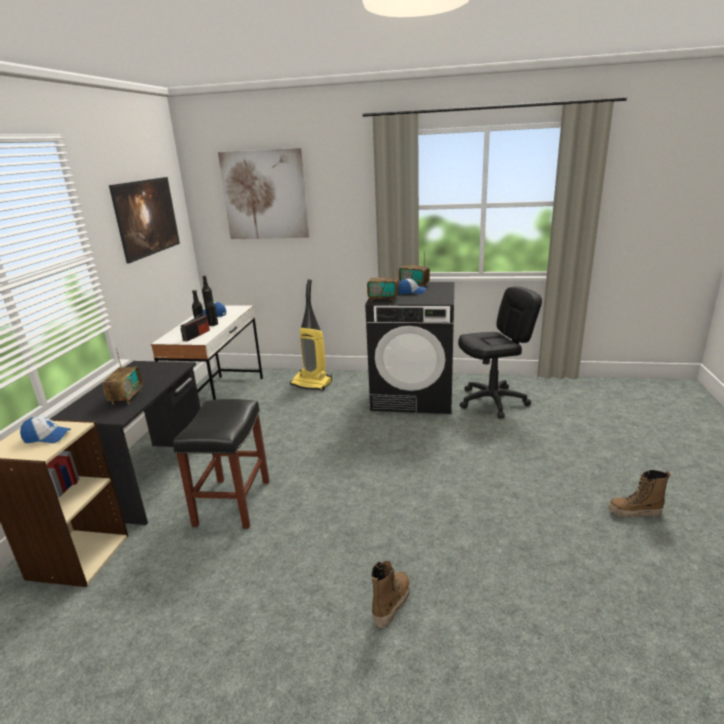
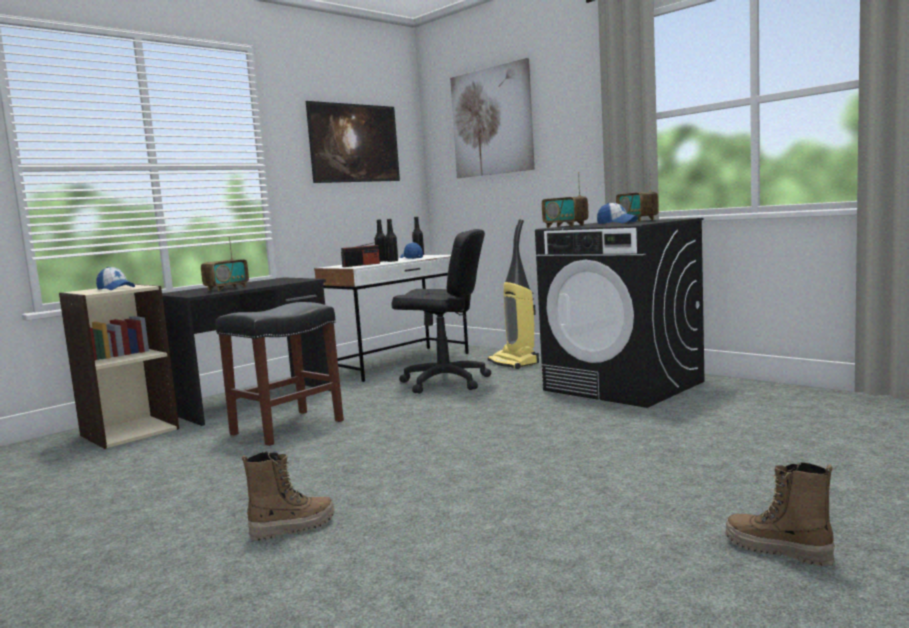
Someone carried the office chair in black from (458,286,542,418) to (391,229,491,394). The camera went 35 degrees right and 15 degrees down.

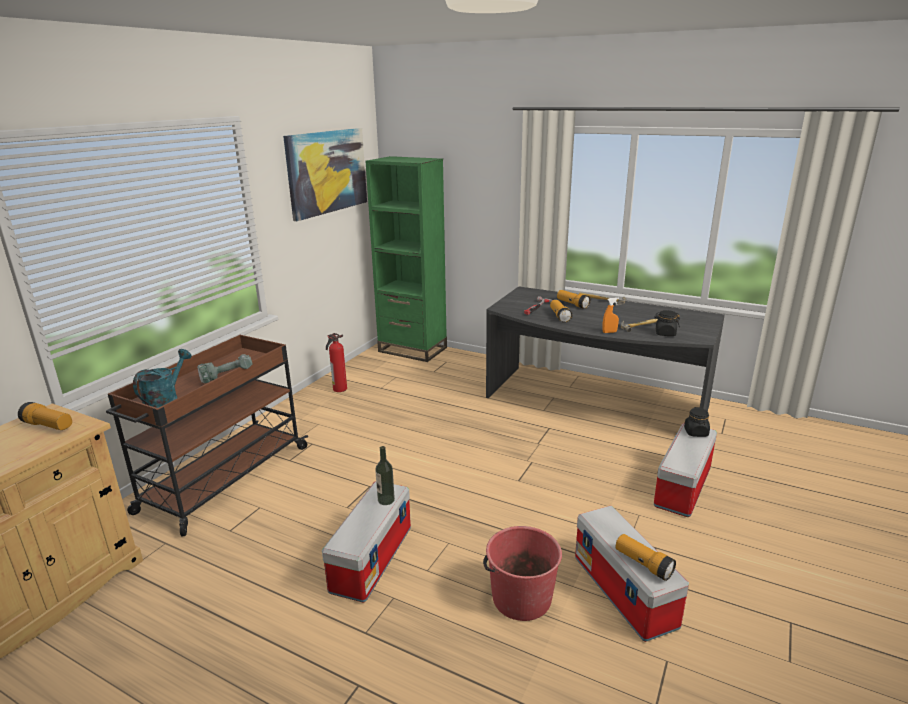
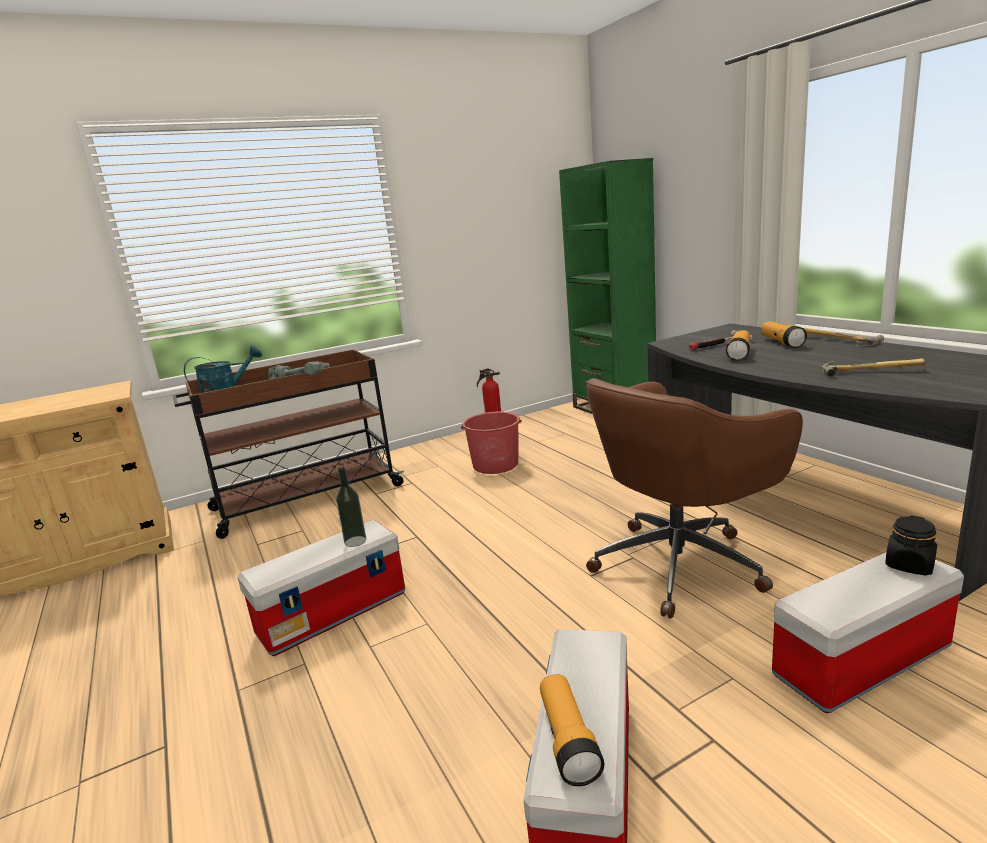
Someone took away the flashlight at (18,402,72,430). Someone took away the wall art at (283,128,367,221). Someone carried the bucket in red from (483,526,562,621) to (461,412,522,474). Someone took away the sprayer in orangey at (602,297,619,333). Someone took away the storage jar in black at (654,310,680,336). Someone put down the office chair in brown at (586,378,803,619). The camera went 35 degrees right and 5 degrees down.

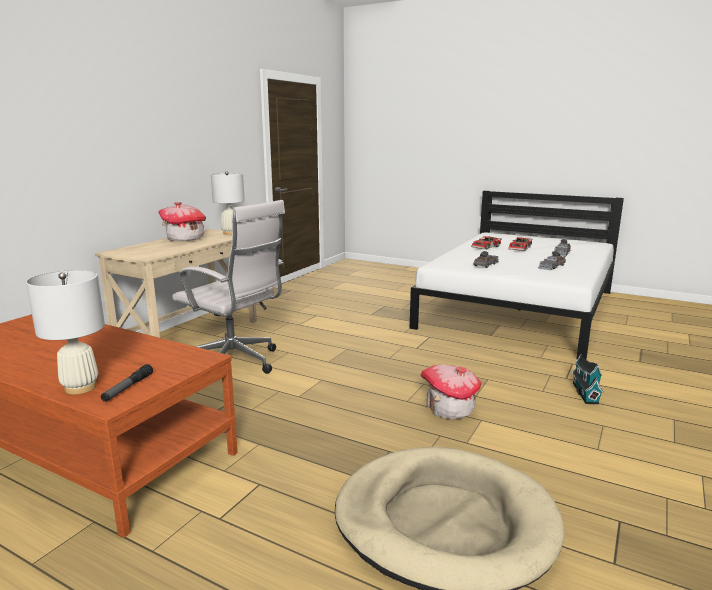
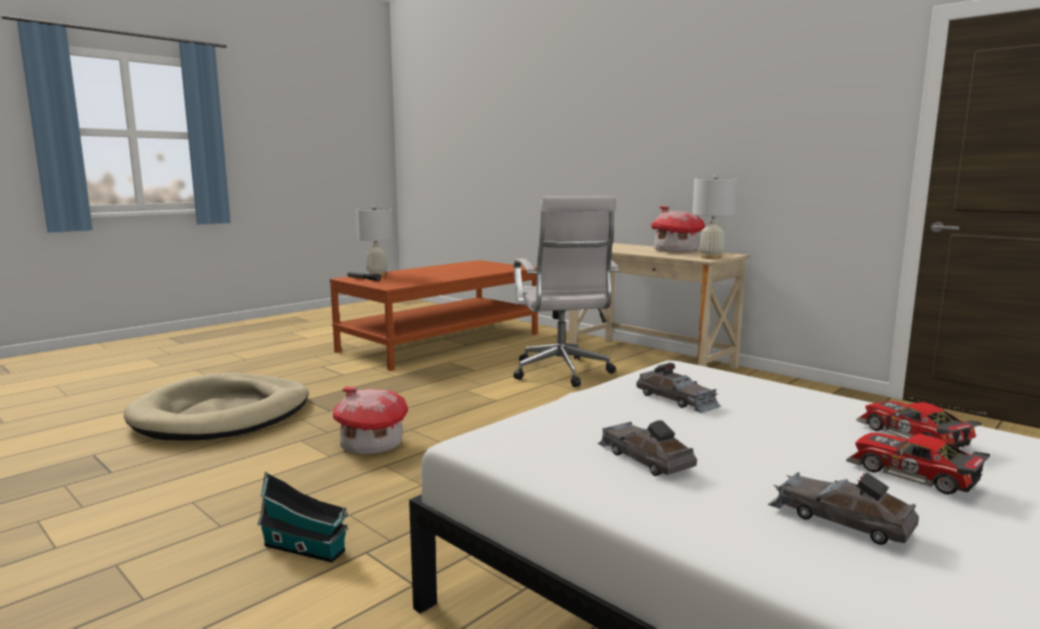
Someone rotated the office chair in white at (172,200,285,374) by 60 degrees counterclockwise. The camera went 105 degrees right and 5 degrees down.

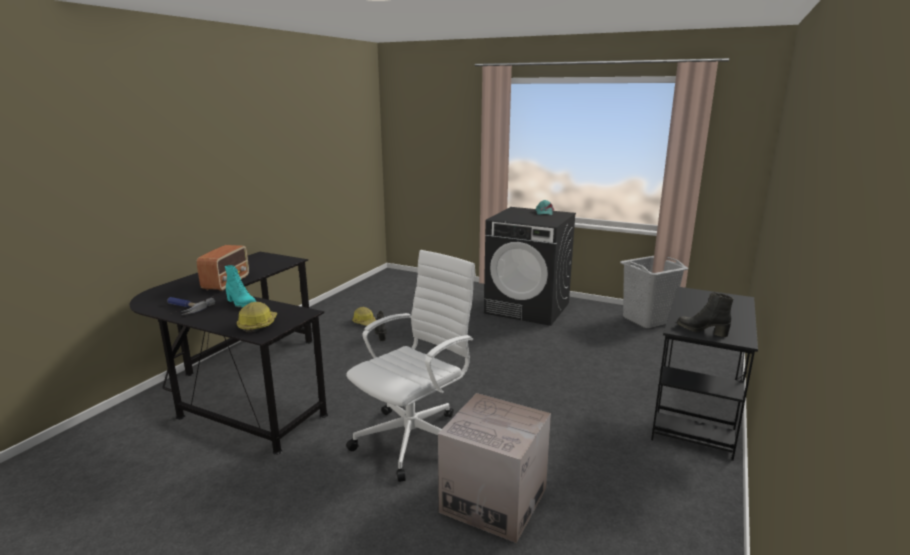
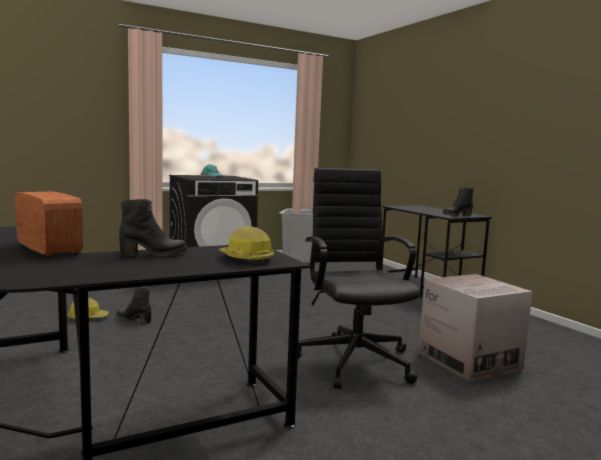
Someone took away the tool hammer at (167,297,215,315). Someone repainted the high-top boot in turquoise-coloured at (225,265,256,308), which became the high-top boot in black at (119,199,187,257). Someone repainted the office chair in white at (346,250,476,482), which became the office chair in black at (298,168,421,389). The camera went 55 degrees left and 10 degrees down.

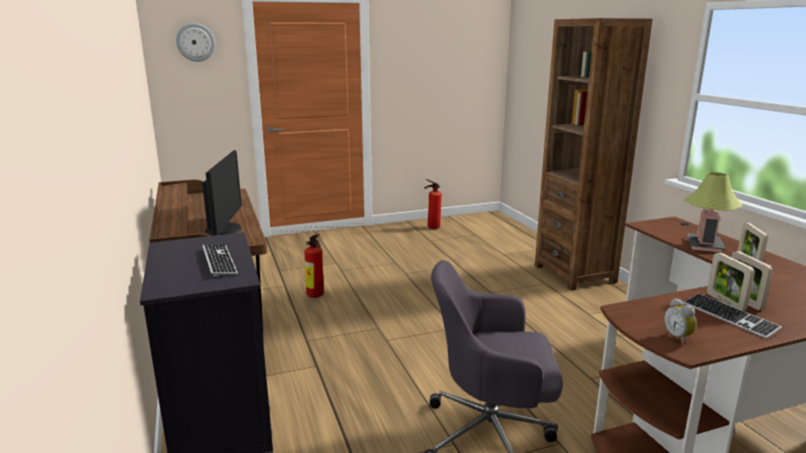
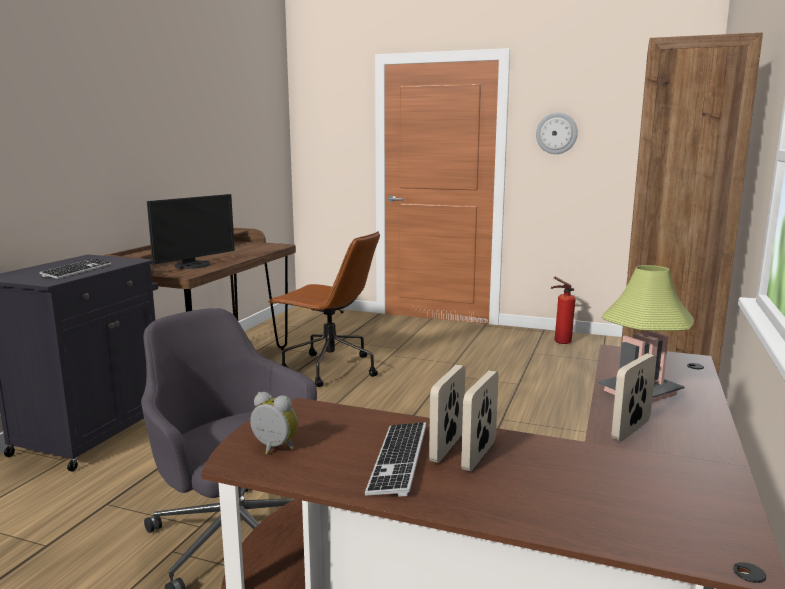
Someone carried the hanging clock from (176,23,215,62) to (536,113,578,154). Someone swapped the fire-fighting cylinder at (305,234,324,298) for the office chair in brown at (269,231,380,387). Someone rotated the table clock at (664,298,696,344) by 90 degrees clockwise. The camera went 40 degrees right and 5 degrees down.

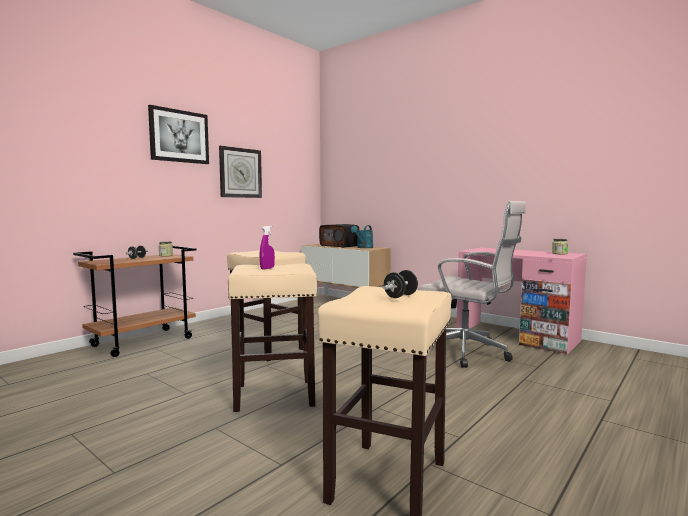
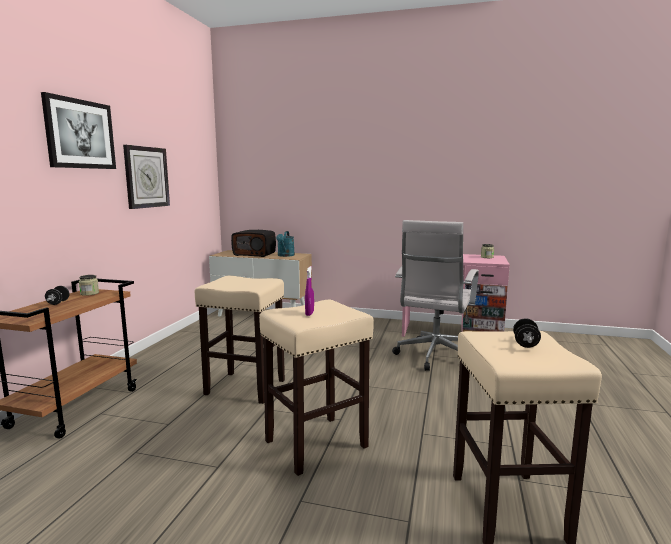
Someone rotated the office chair in white at (419,201,526,368) by 105 degrees clockwise. The camera went 25 degrees left and 5 degrees up.

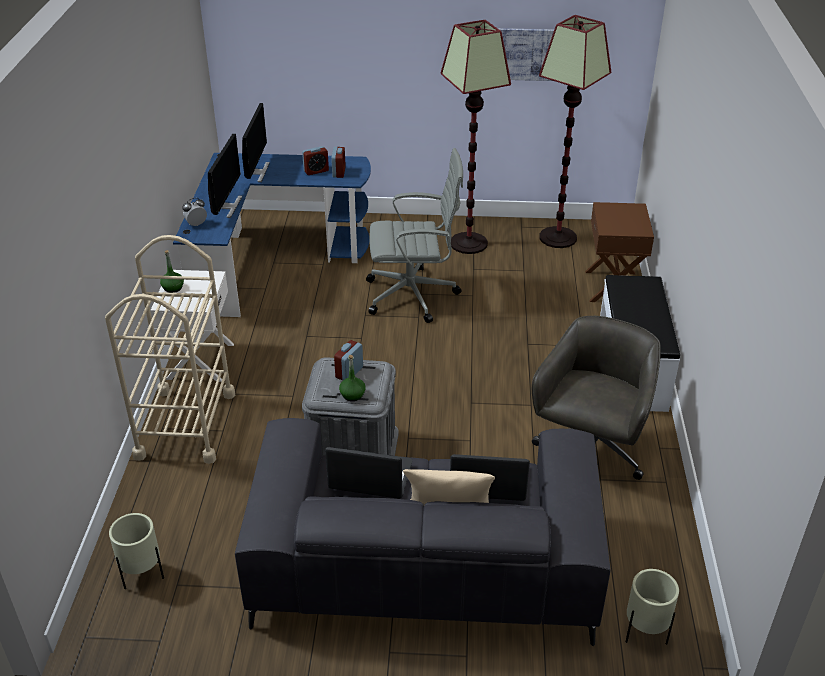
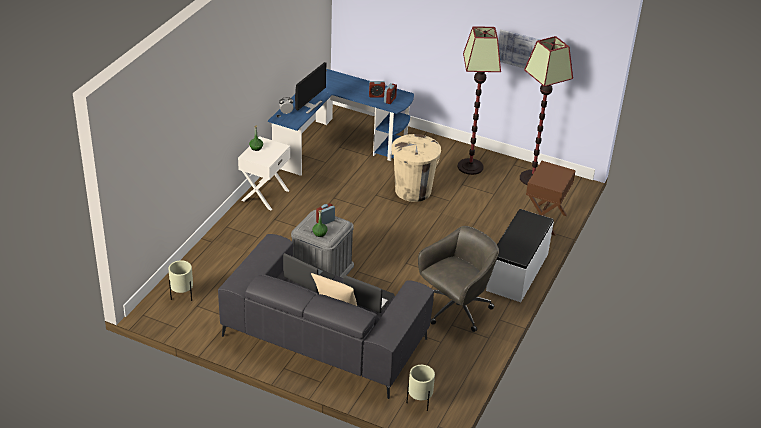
Someone took away the cart in beige at (105,235,235,464). Someone took away the monitor at (242,103,270,182). Someone swapped the office chair in gray at (366,148,463,323) for the trash can in beige at (391,134,441,202). The camera went 20 degrees right and 0 degrees up.

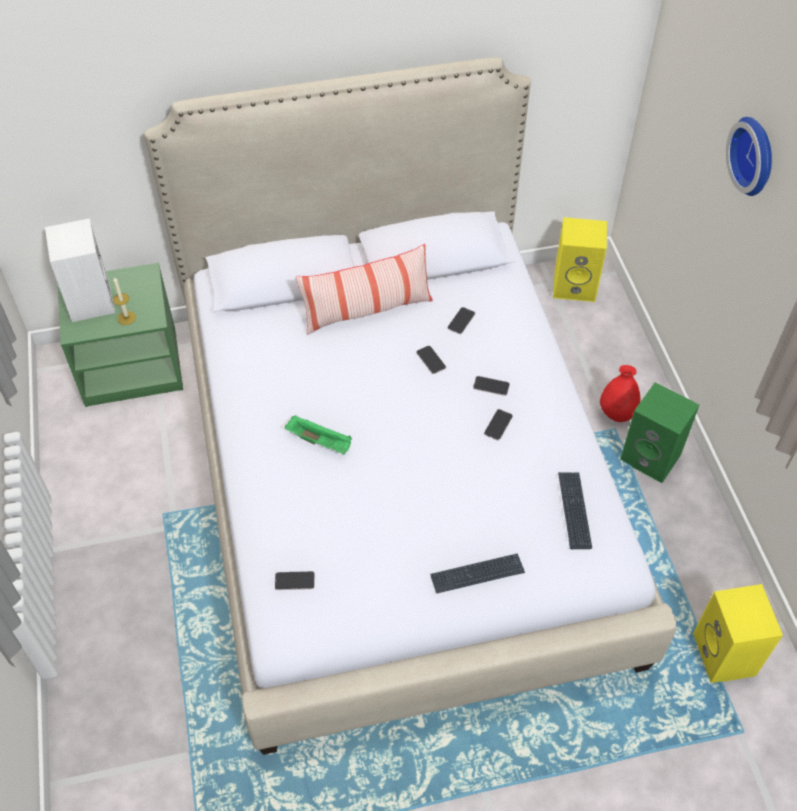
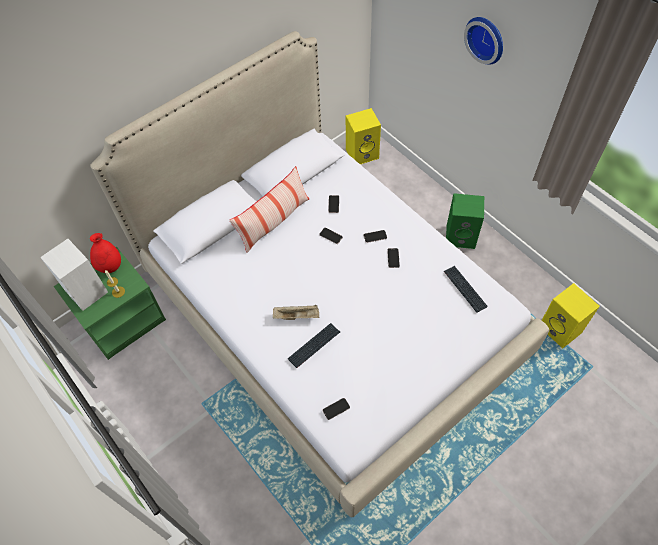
Someone repainted the carrying tray in green-coloured at (285,415,352,455), which became the carrying tray in beige at (273,304,319,320). Someone carried the computer keyboard from (430,553,525,594) to (288,323,340,368). Someone carried the vase in red from (600,365,640,422) to (90,233,121,273). The camera went 25 degrees left and 5 degrees up.

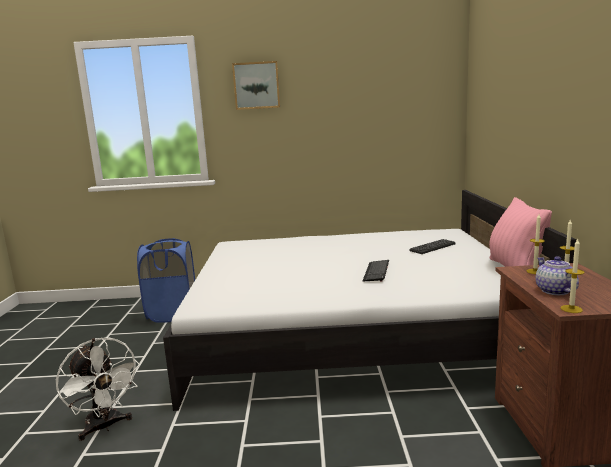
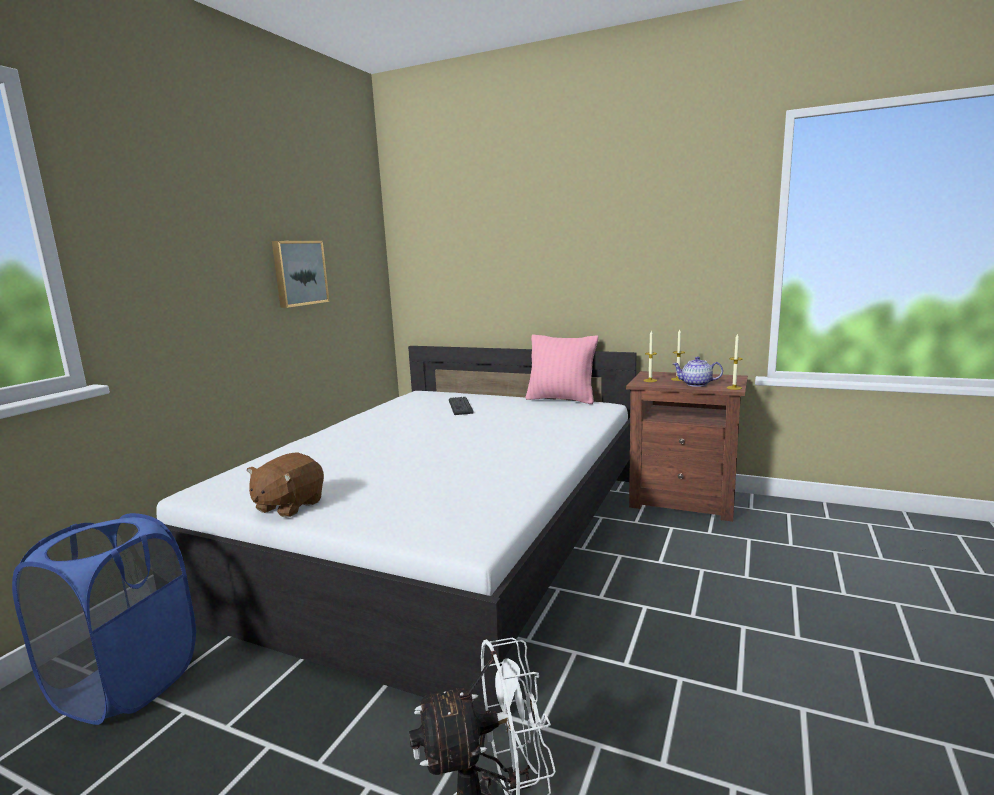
Someone carried the wall art from (232,61,280,110) to (272,241,329,308). Someone took away the computer keyboard at (362,260,389,282). Someone put down the cuddly toy in brown at (247,452,324,518). The camera went 65 degrees left and 0 degrees up.

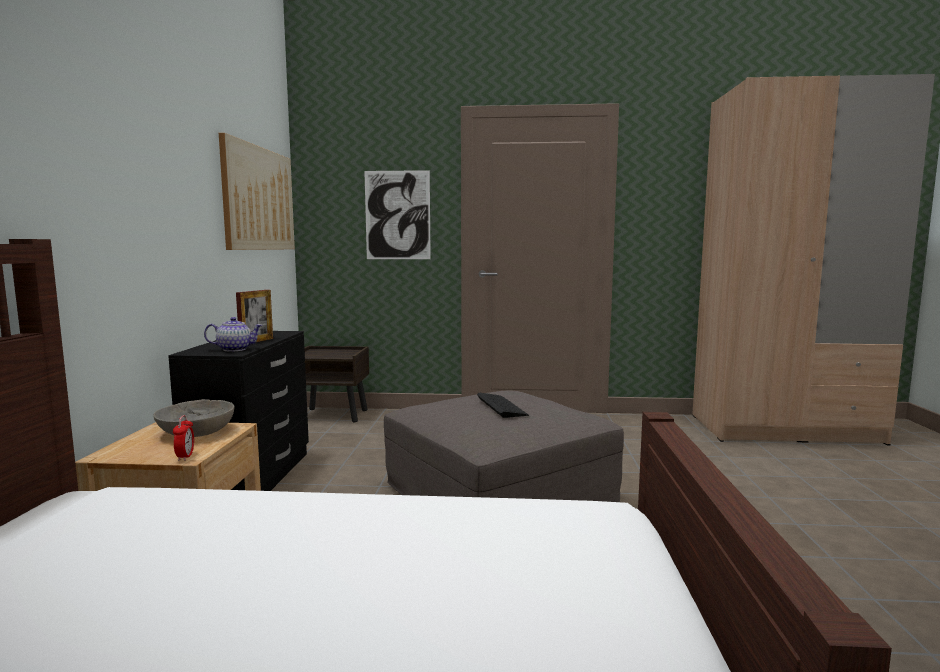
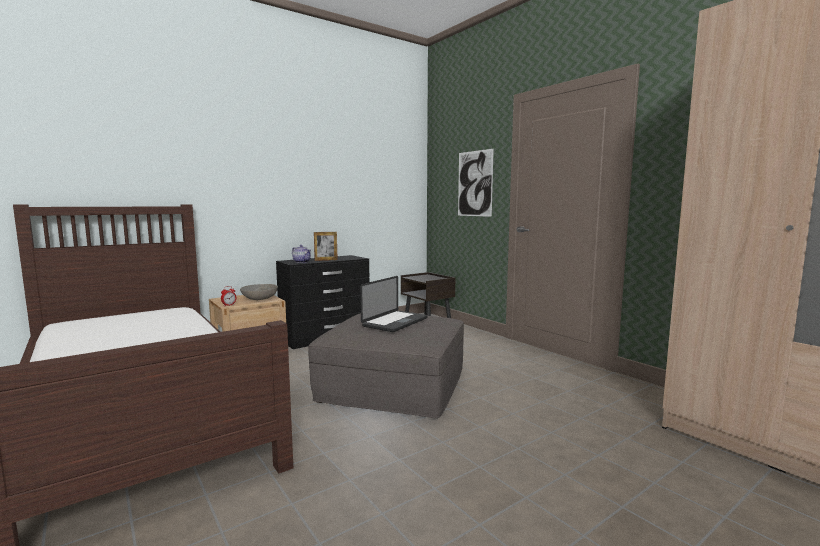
Someone took away the wall art at (219,133,295,250). Someone swapped the computer keyboard at (477,393,529,418) for the laptop at (360,276,428,332). The camera went 50 degrees right and 0 degrees up.

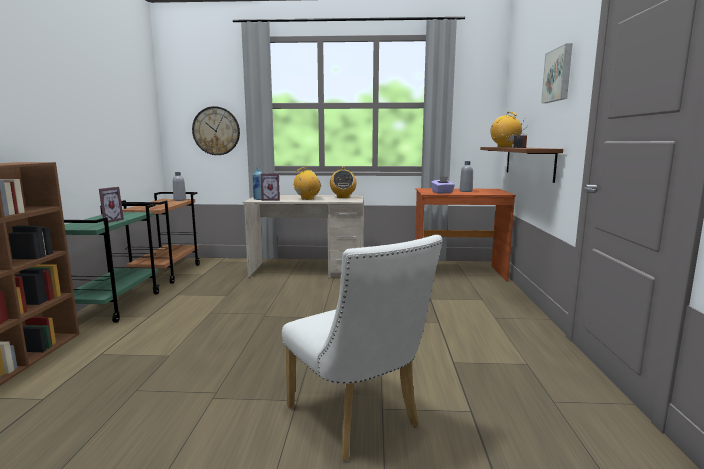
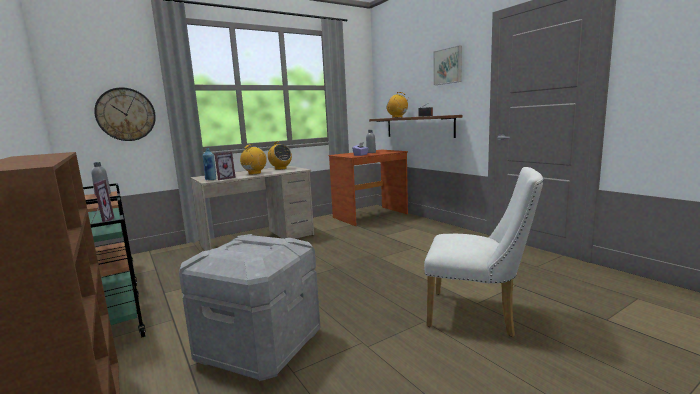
Someone put down the storage bin in gray at (179,234,320,381). The camera went 35 degrees left and 0 degrees up.

